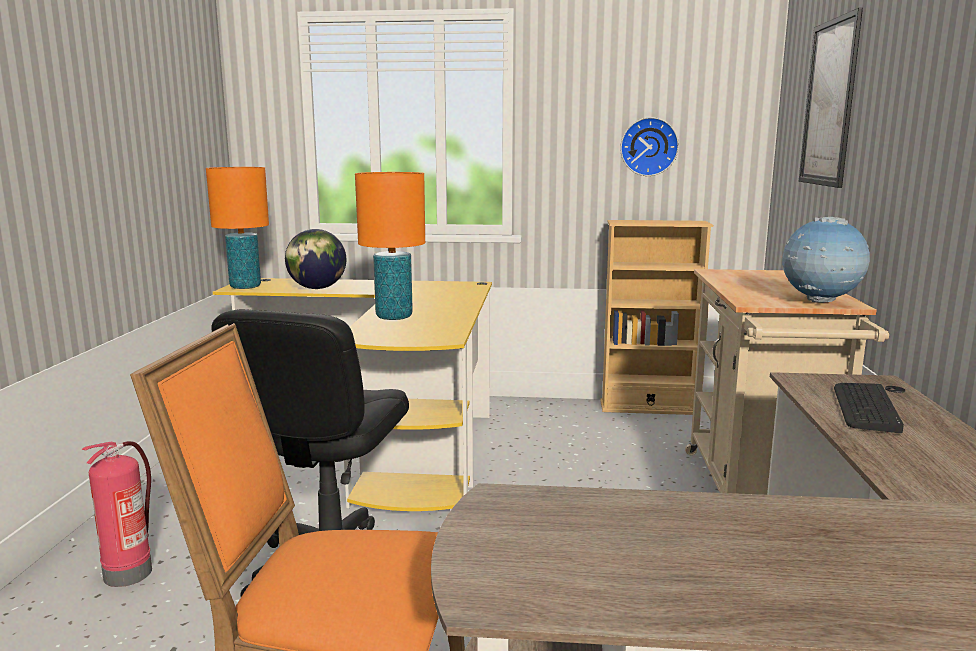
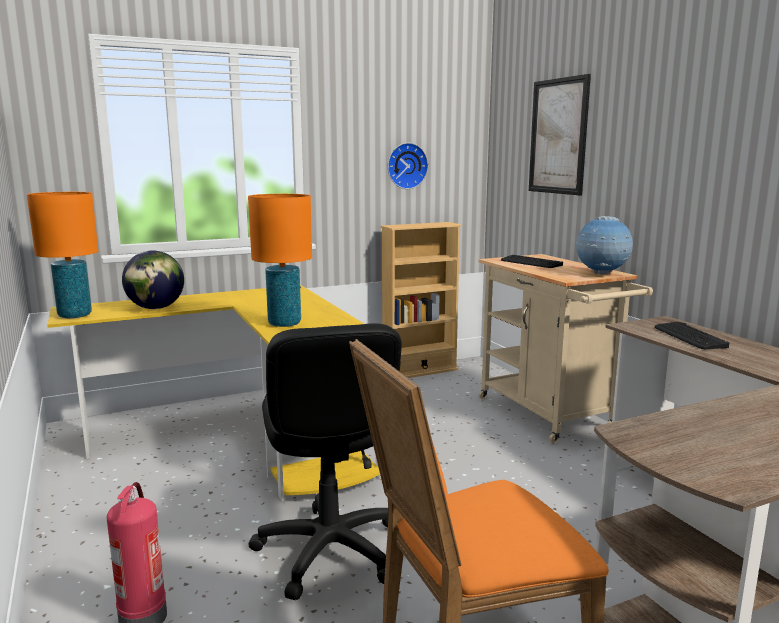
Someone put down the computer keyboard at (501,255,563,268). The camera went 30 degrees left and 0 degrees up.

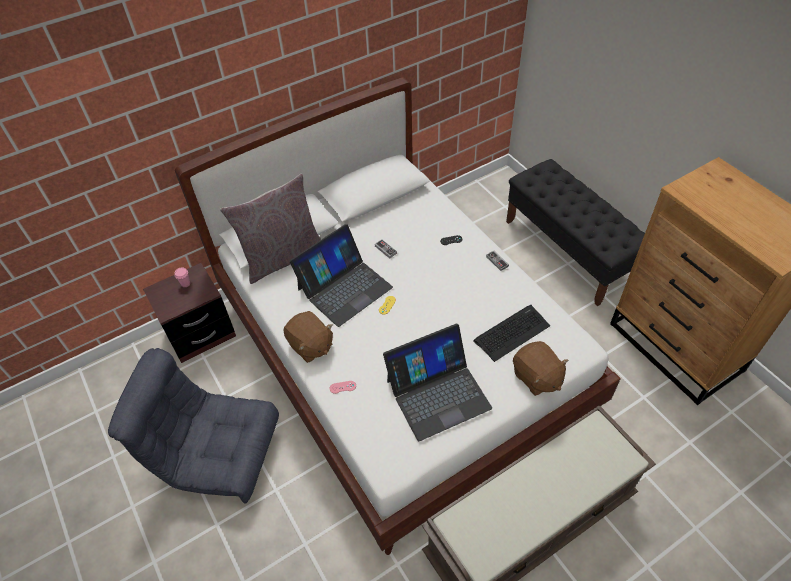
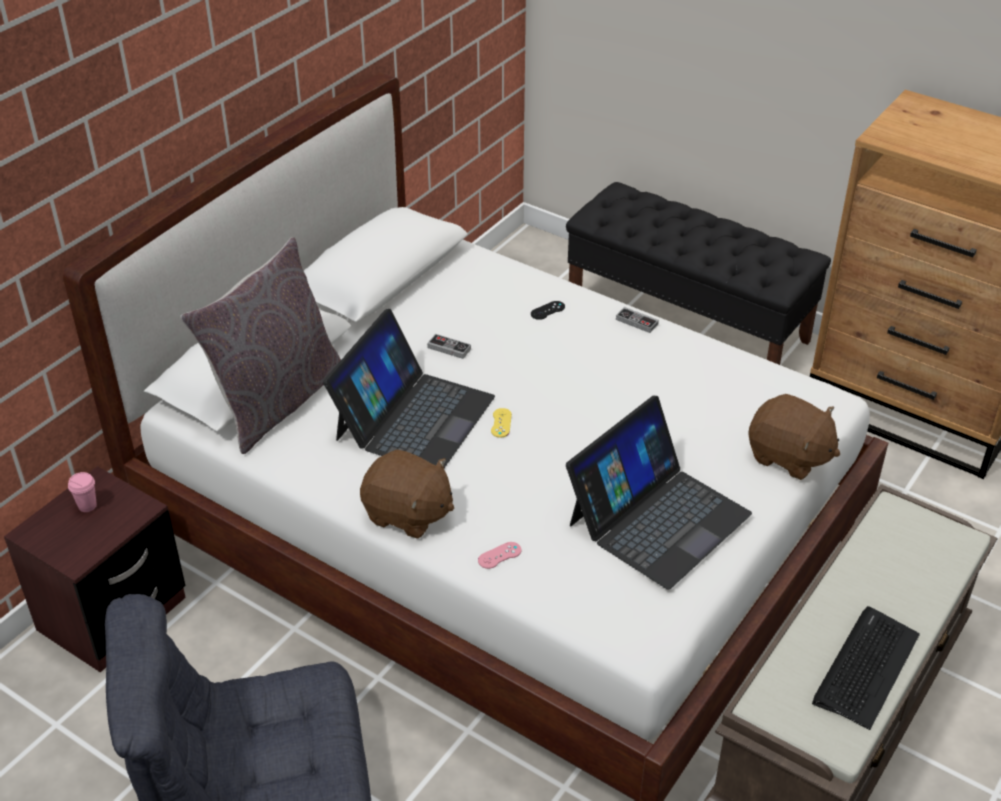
Someone carried the computer keyboard from (473,305,550,362) to (812,606,920,730). The camera went 25 degrees left and 10 degrees down.

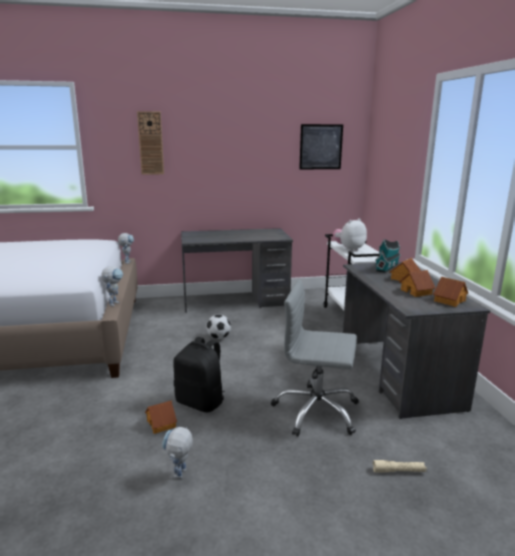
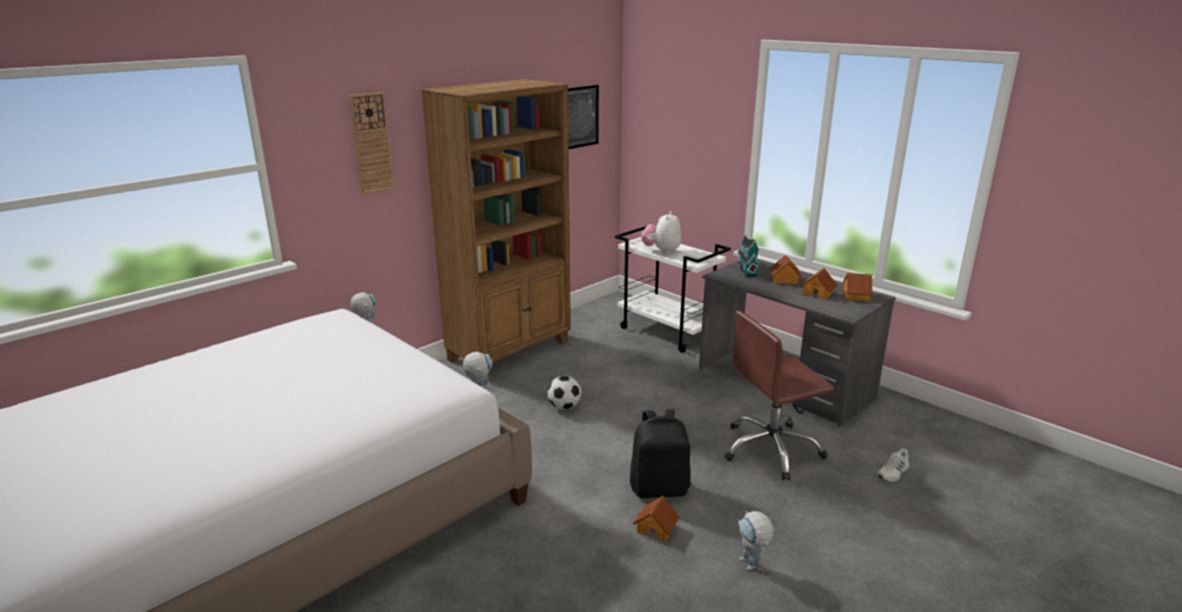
Someone swapped the desk table in gray at (181,228,293,313) for the bookshelf in brown at (421,79,571,377). Someone repainted the office chair in gray at (271,279,359,436), which became the office chair in brown at (724,310,834,480). Someone swapped the flashlight in beige at (373,460,427,473) for the low shoe in white at (876,448,909,482). The camera went 35 degrees left and 5 degrees up.

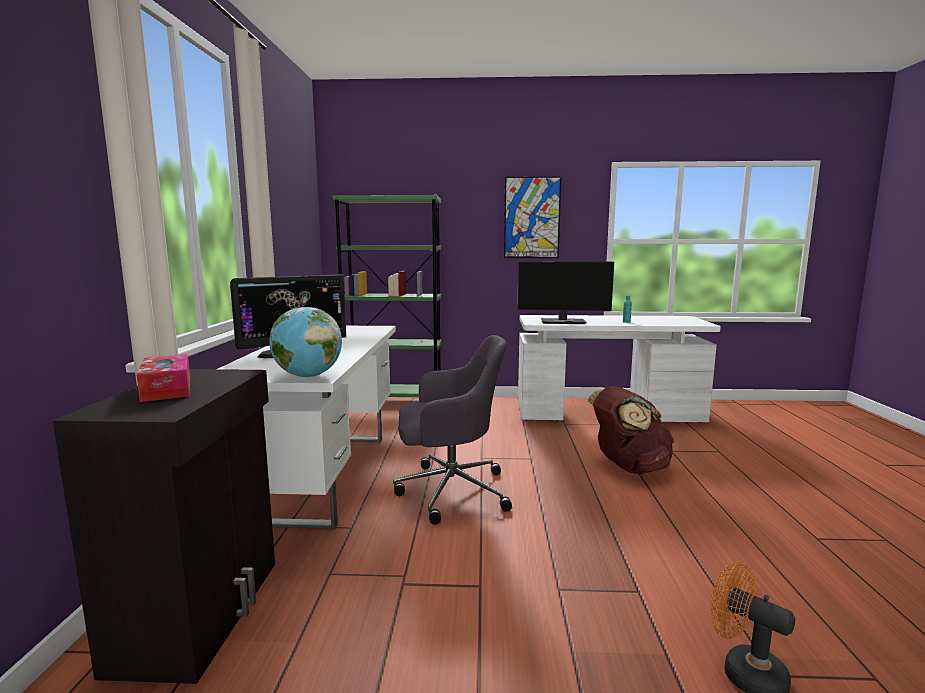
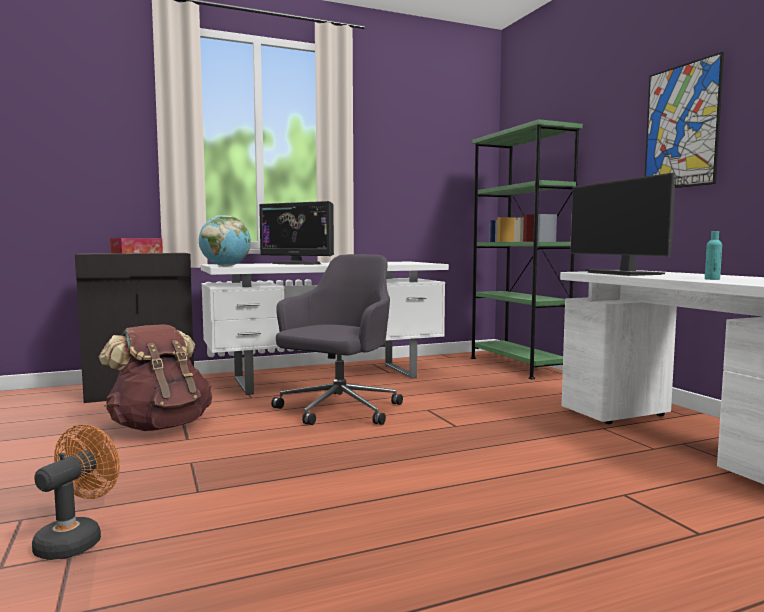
Someone rotated the office chair in gray at (393,335,512,525) by 120 degrees counterclockwise. Someone carried the knapsack in brown from (587,386,674,474) to (99,324,212,431). The camera went 65 degrees right and 5 degrees down.

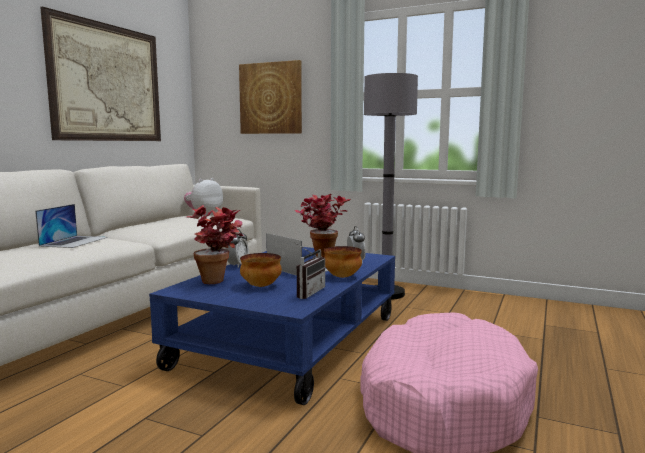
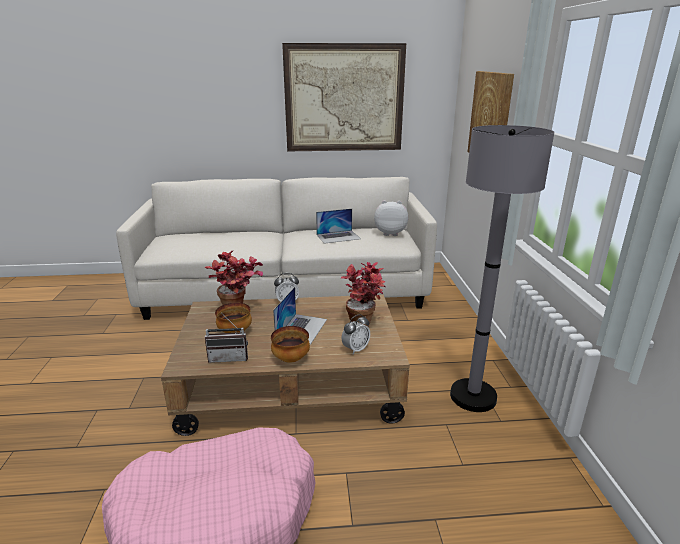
Someone carried the laptop from (35,204,108,248) to (316,208,361,244). Someone repainted the lounge table in bluish at (149,247,395,405), which became the lounge table in brown at (161,294,410,436). The camera went 60 degrees right and 15 degrees up.

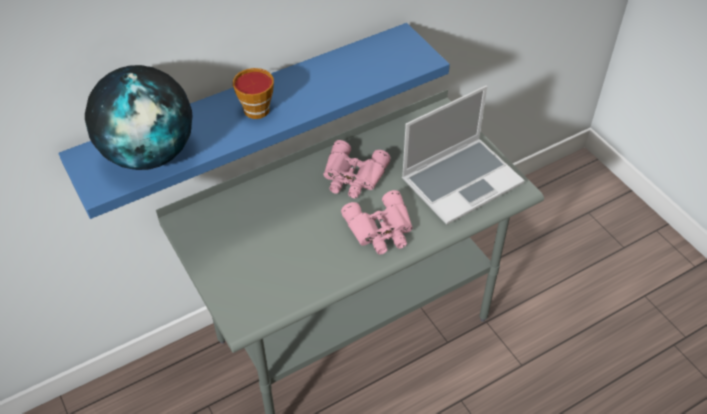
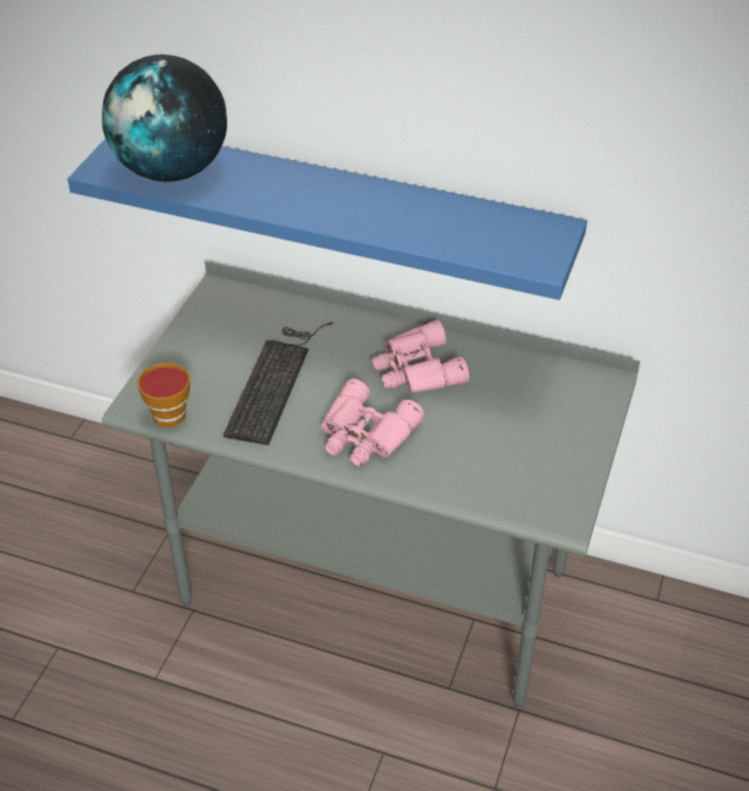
Someone carried the drinking cup from (233,68,274,119) to (137,363,190,427). Someone took away the laptop at (402,85,524,225). Someone put down the computer keyboard at (223,322,333,445). The camera went 50 degrees right and 5 degrees down.

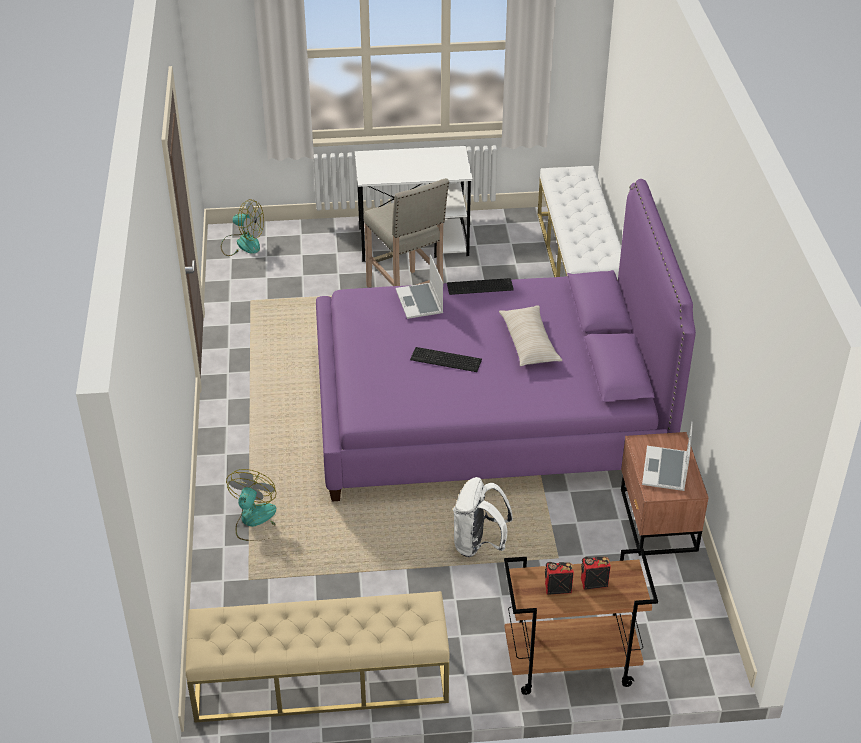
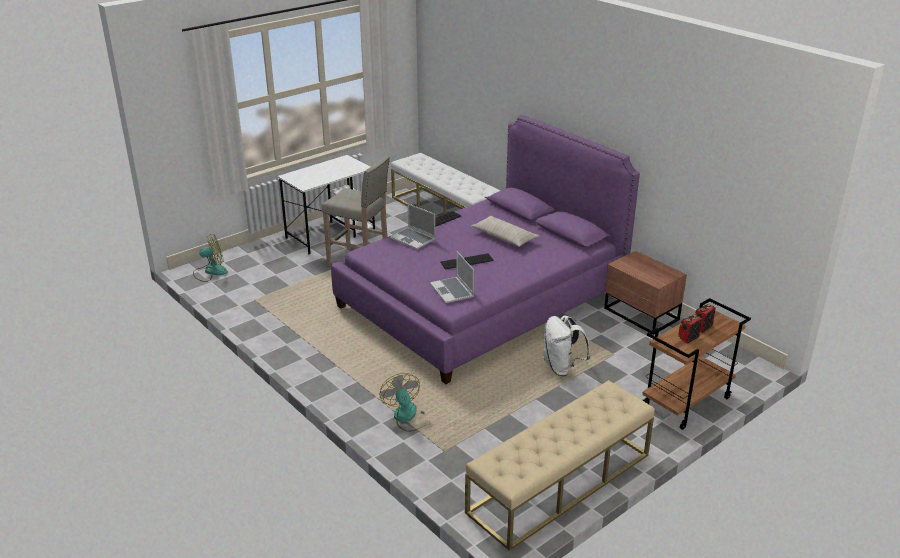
Someone carried the laptop from (642,422,693,491) to (430,251,474,303). The camera went 35 degrees left and 10 degrees down.

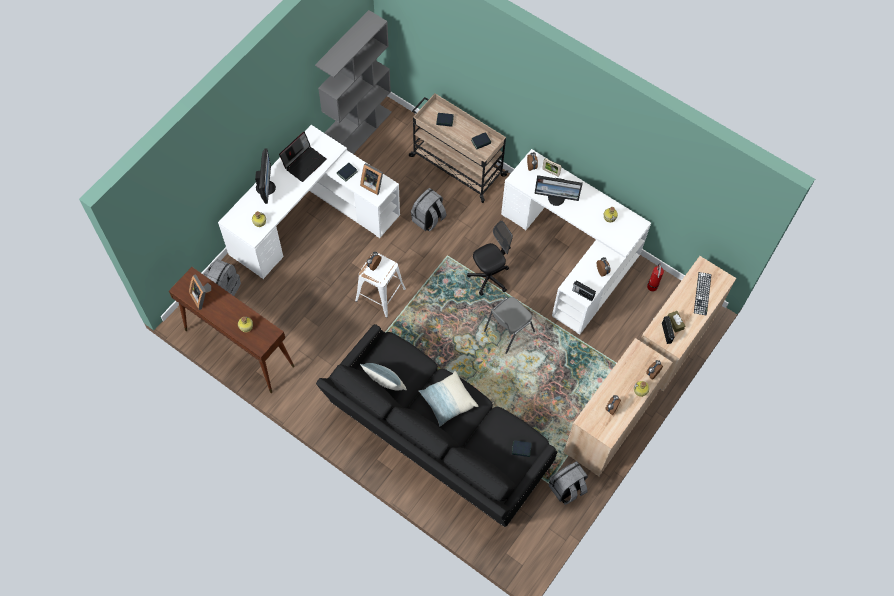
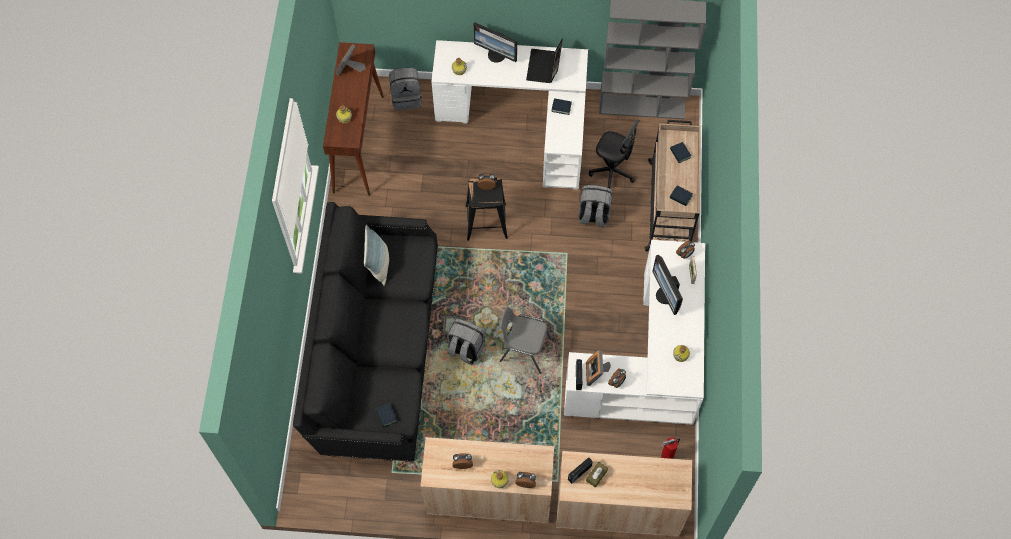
Someone rotated the monitor at (255,149,276,204) by 60 degrees clockwise. Someone rotated the laptop at (279,131,327,182) by 90 degrees clockwise. Someone repainted the stool seat in white at (355,253,406,318), which became the stool seat in black at (466,178,508,241). Someone carried the standing frame from (360,163,383,195) to (586,350,611,386). Someone took away the cushion at (419,371,479,426). Someone carried the office chair in black from (467,221,513,296) to (589,120,640,188). Someone carried the knapsack in gray from (549,461,588,505) to (447,319,485,365). Someone took away the computer keyboard at (694,272,711,316). The camera went 60 degrees right and 0 degrees up.

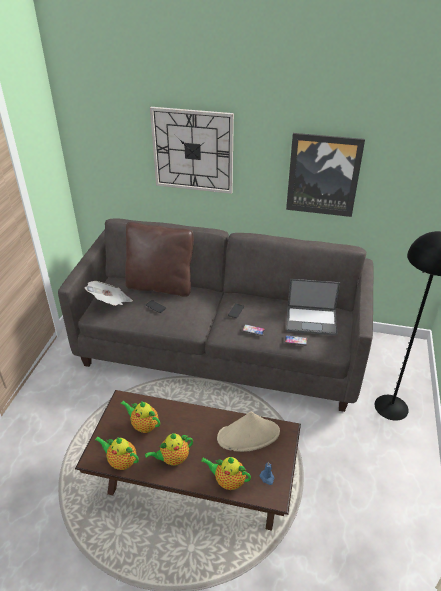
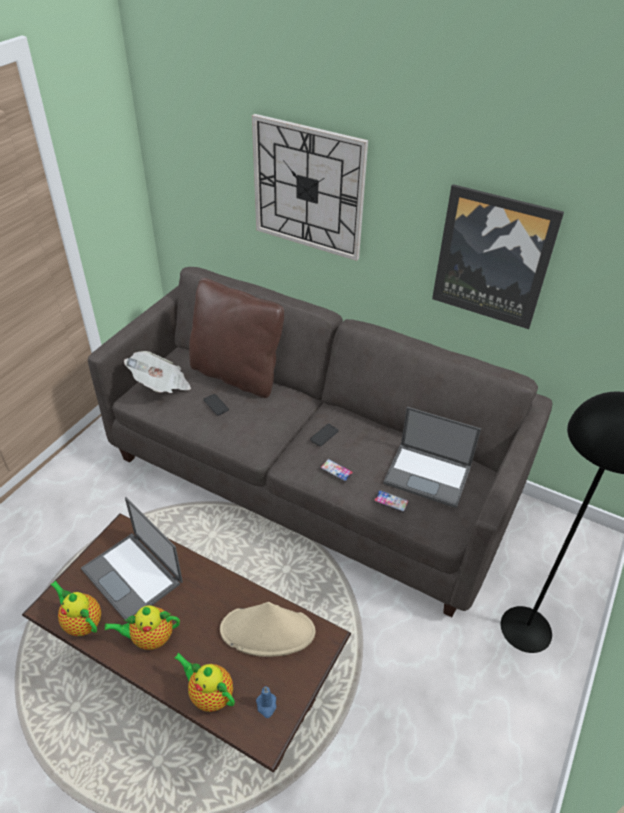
Someone swapped the teapot at (120,401,160,433) for the laptop at (81,497,183,623). The camera went 15 degrees right and 5 degrees up.

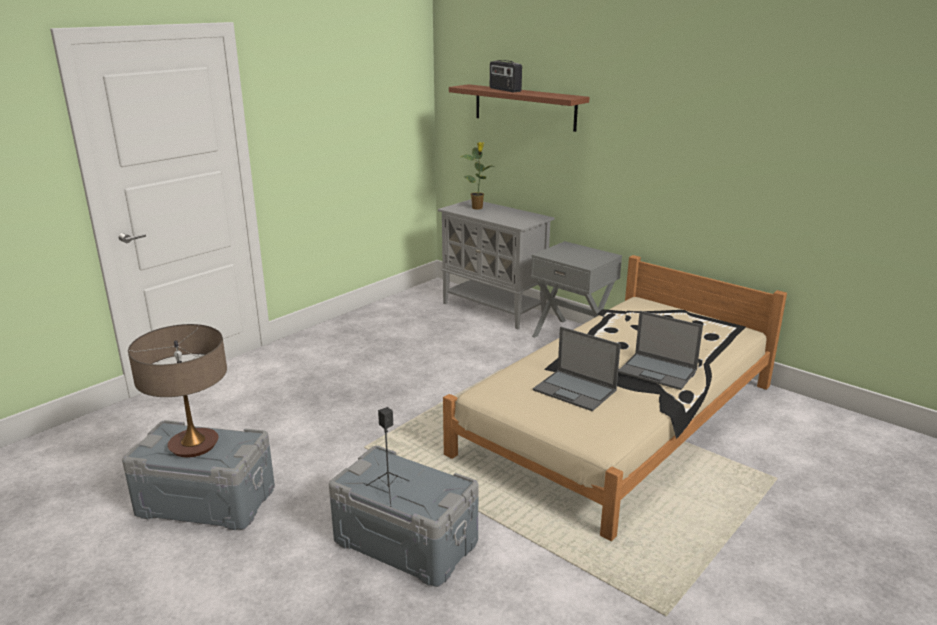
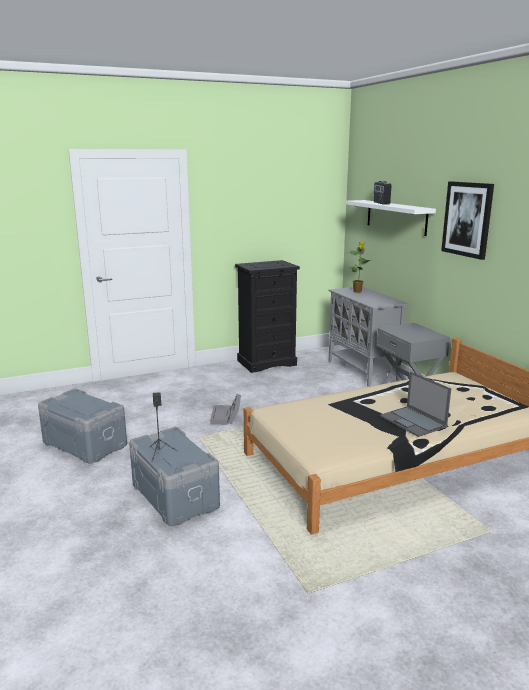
Someone took away the lamp for a table at (128,324,227,458). Someone repainted the bracket shelf in brown at (449,84,590,132), which became the bracket shelf in white at (346,200,436,236). Someone took away the laptop at (533,327,621,411). Someone put down the storage bin in gray at (210,394,241,425). Someone put down the dresser in black at (235,260,300,373). Someone put up the wall art at (441,181,494,260). The camera went 25 degrees right and 5 degrees down.

